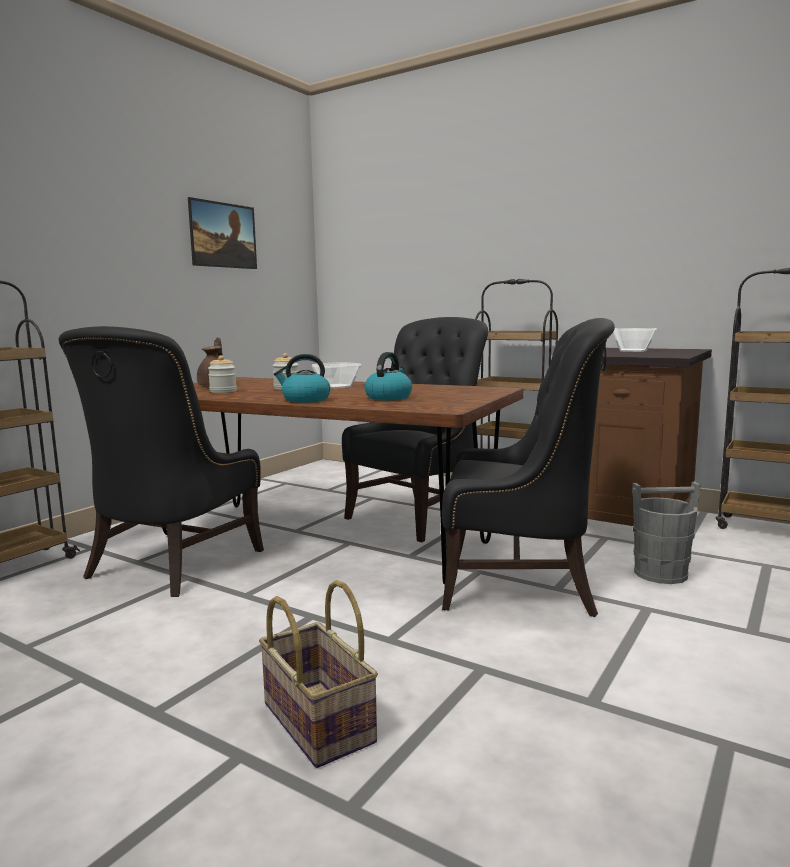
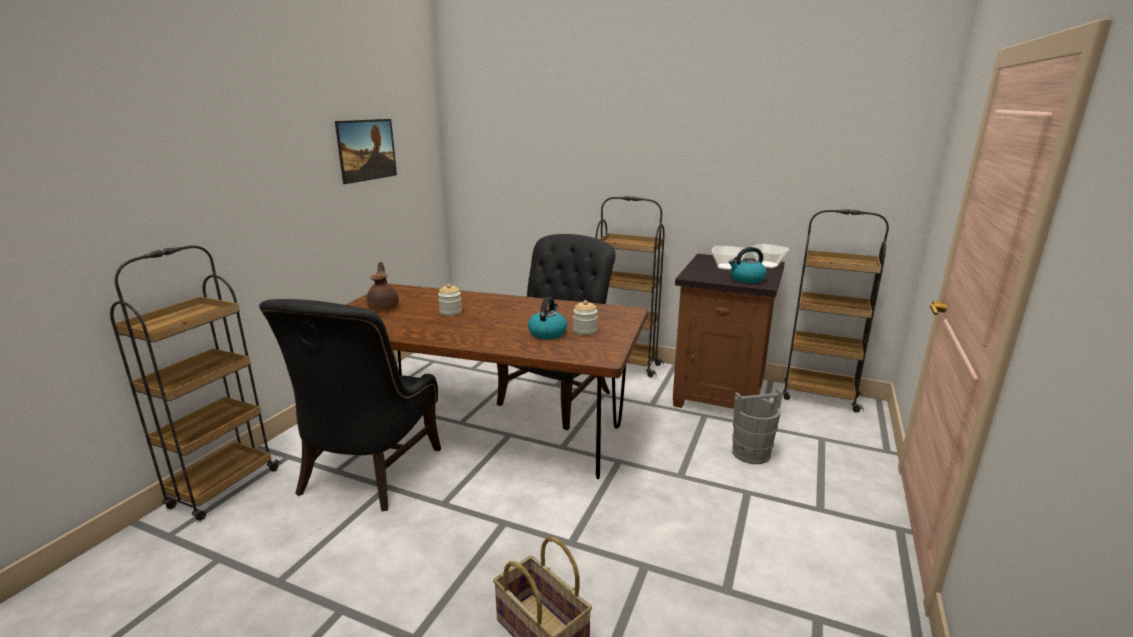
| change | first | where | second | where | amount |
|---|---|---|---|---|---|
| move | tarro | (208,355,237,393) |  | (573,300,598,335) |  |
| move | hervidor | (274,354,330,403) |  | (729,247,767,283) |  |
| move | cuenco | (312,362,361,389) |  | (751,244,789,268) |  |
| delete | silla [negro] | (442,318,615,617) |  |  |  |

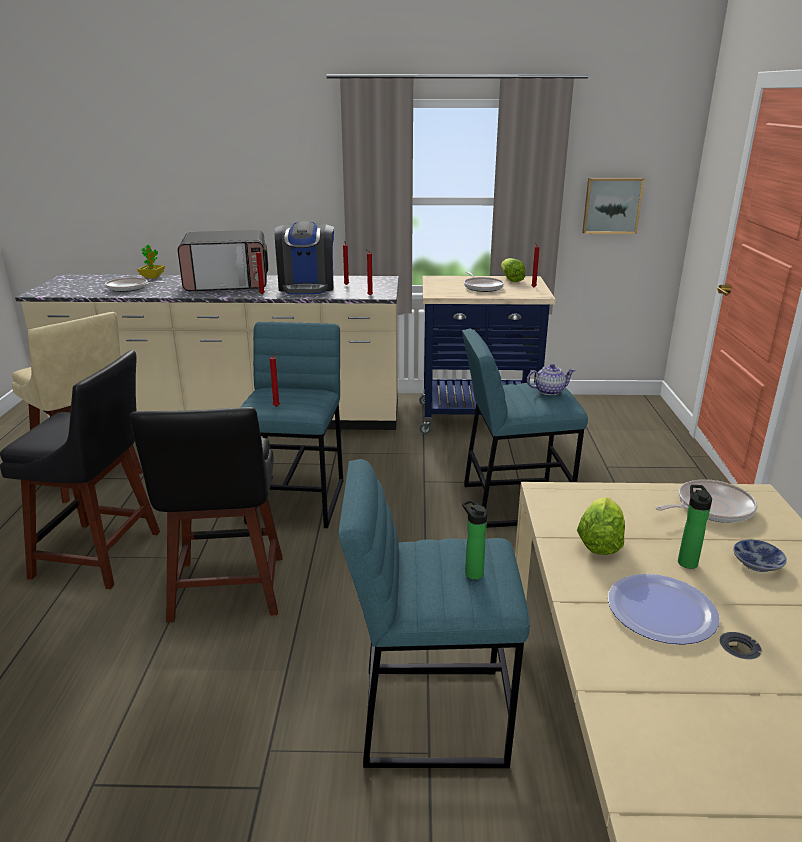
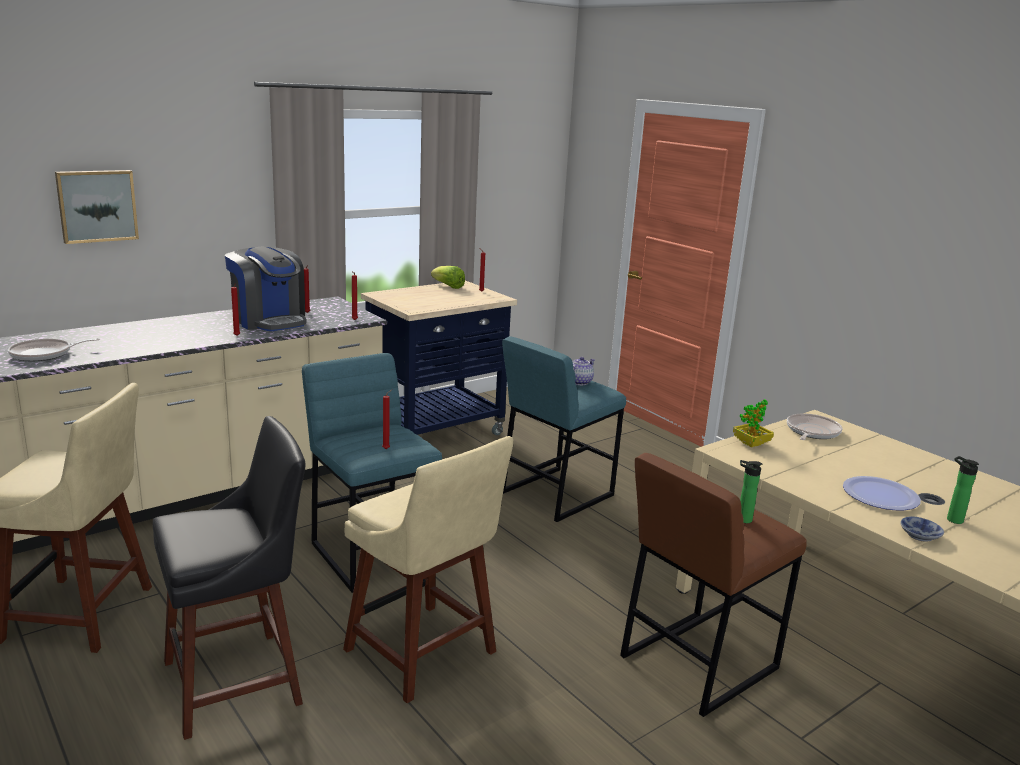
| change | first | where | second | where | amount |
|---|---|---|---|---|---|
| move | cuadro | (582,178,644,234) |  | (55,170,139,244) |  |
| recolor | silla [negro] | (129,407,283,623) | silla [beis] | (343,436,514,703) |  |
| recolor | taburete [azul] | (339,459,530,768) | taburete [marrón] | (620,453,807,717) |  |
| move | planta en maceta | (137,244,165,279) |  | (733,399,774,447) |  |
| move | cuenco | (733,539,787,572) |  | (900,516,944,542) |  |
| move | botella | (678,485,712,569) |  | (947,456,979,524) |  |
| delete | microondas | (178,230,268,291) |  |  |  |
| delete | sartén | (464,272,504,292) |  |  |  |
| delete | lechuga | (577,497,625,555) |  |  |  |

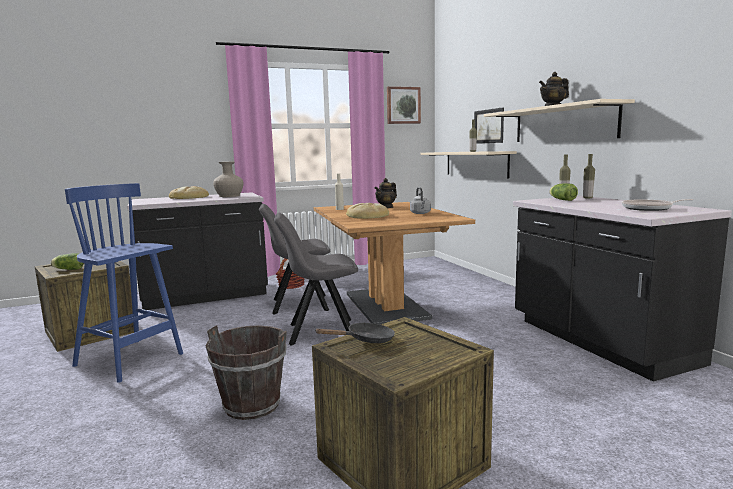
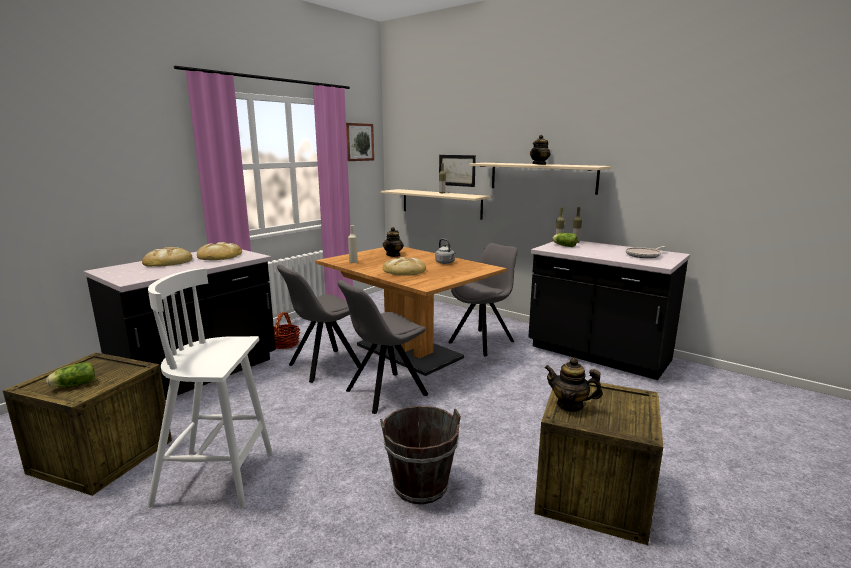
| change | first | where | second | where | amount |
|---|---|---|---|---|---|
| recolor | taburete [azul] | (65,183,183,383) | taburete [blanco] | (147,268,273,508) |  |
| replace | florero [beis] | (213,162,244,197) | pan | (197,242,242,260) |  |
| insert |  |  | silla [gris] | (449,243,517,357) |  |
| replace | sartén [negro] | (316,322,395,343) | tetera | (544,357,603,412) |  |

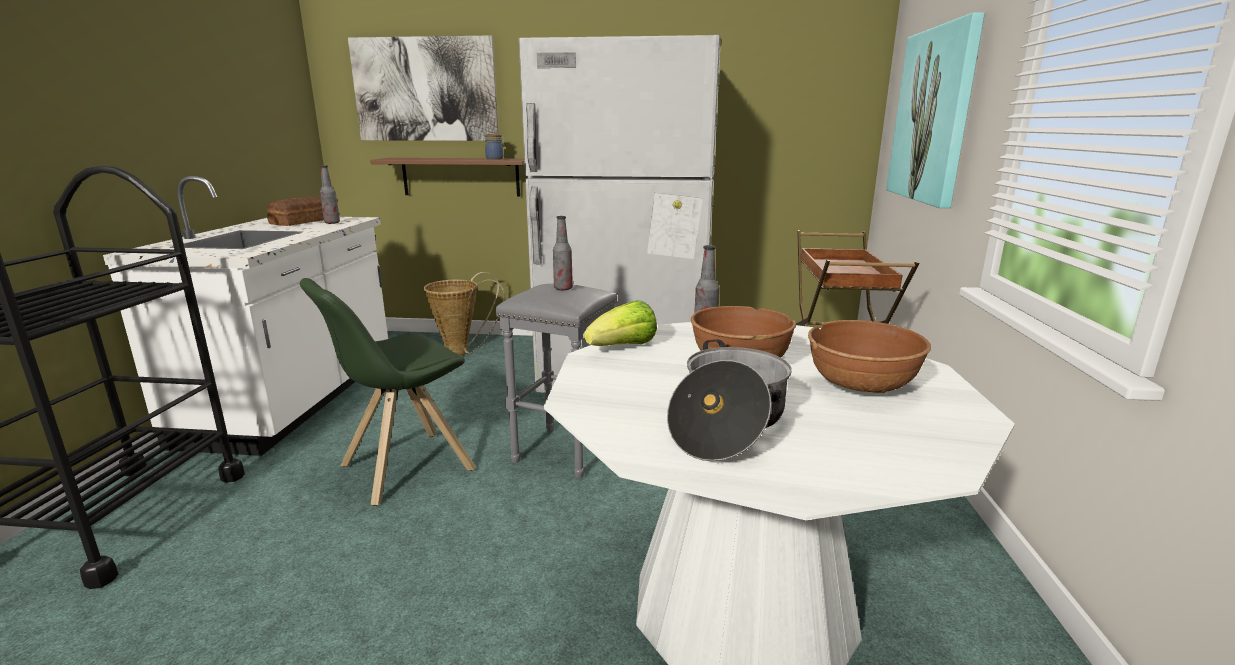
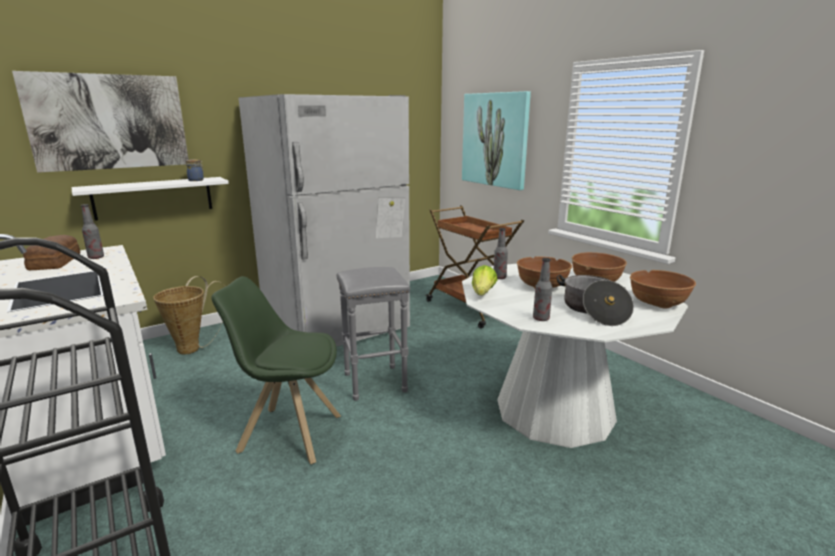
| change | first | where | second | where | amount |
|---|---|---|---|---|---|
| recolor | estante [marrón] | (370,158,525,197) | estante [blanco] | (72,177,229,221) |  |
| rotate | silla [verde] | (300,278,476,506) |  | (211,276,341,464) | 90 degrees clockwise |
| move | botella | (553,216,573,290) |  | (533,258,552,321) |  |
| insert |  |  | cuenco [marrón] | (630,270,696,309) |  |

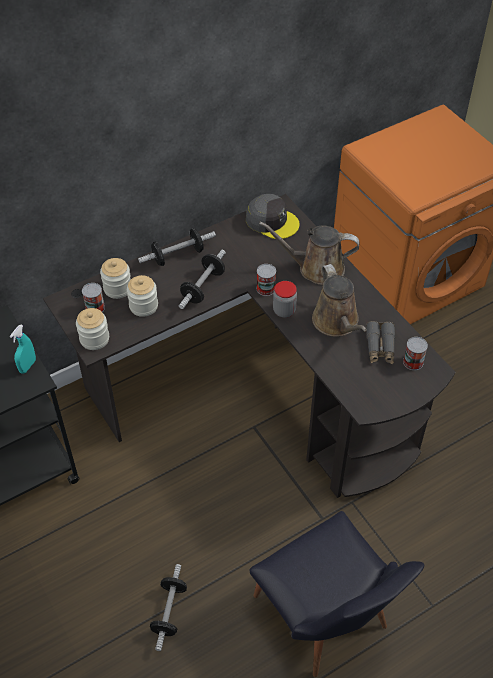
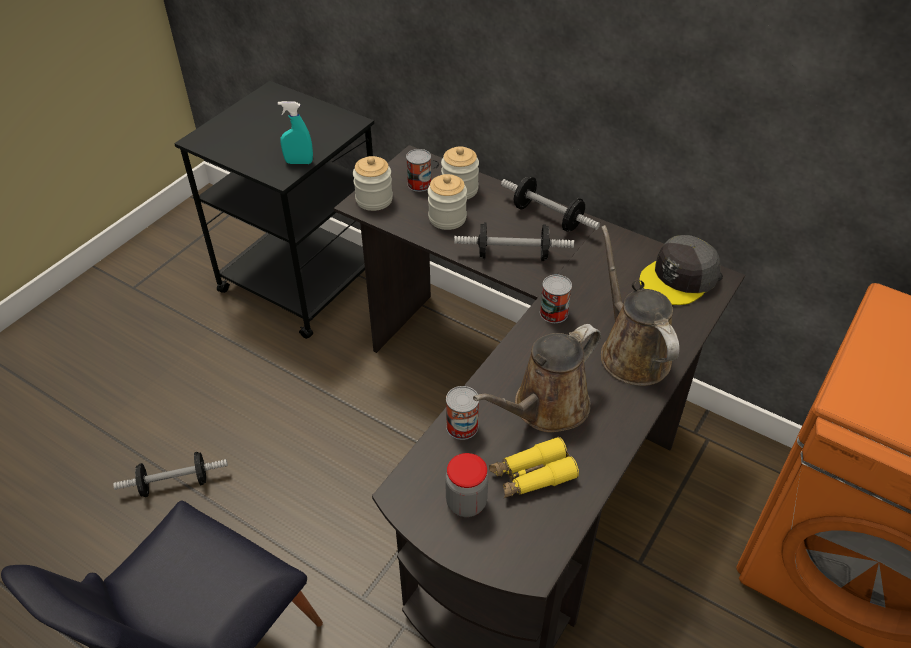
| change | first | where | second | where | amount |
|---|---|---|---|---|---|
| move | tarro | (273,281,297,317) |  | (445,453,488,517) |  |
| move | lata | (403,337,428,370) |  | (446,386,479,440) |  |
| recolor | prismáticos [gris] | (366,321,395,364) | prismáticos [amarillo] | (489,436,579,498) |  |
| rotate | gorra [gris] | (246,194,300,239) |  | (639,235,720,305) | 45 degrees clockwise |

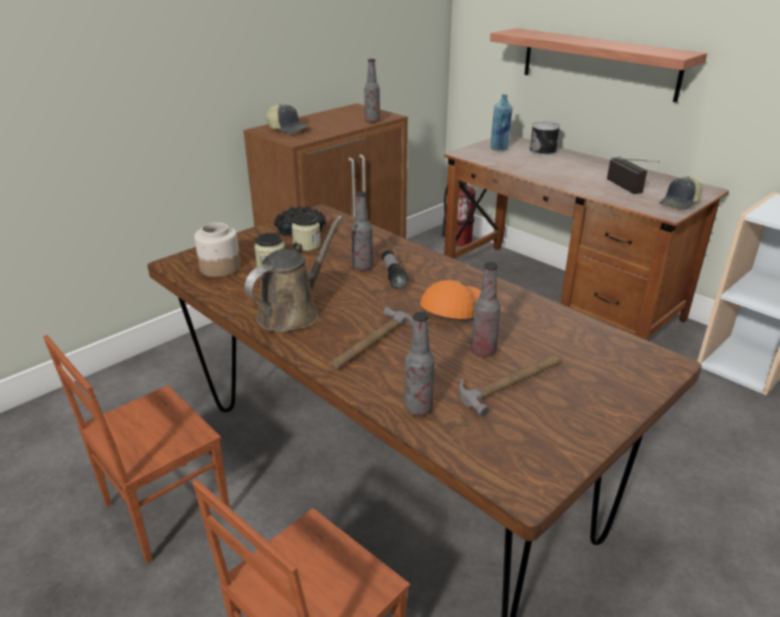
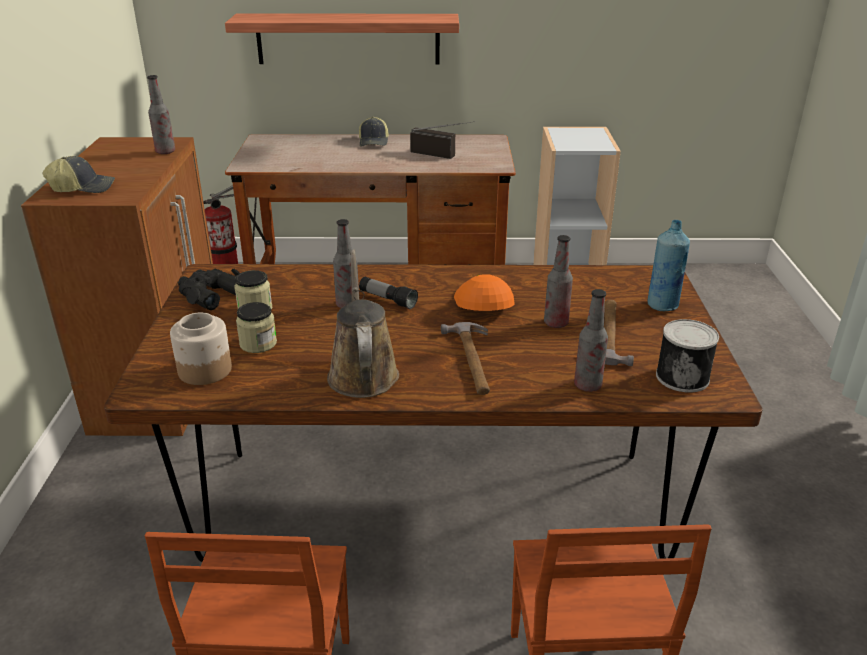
| change | first | where | second | where | amount |
|---|---|---|---|---|---|
| move | gorra | (659,176,702,210) |  | (359,117,389,147) |  |
| move | botella [azul] | (490,94,513,151) |  | (647,220,690,311) |  |
| move | lata | (530,121,560,156) |  | (656,319,719,393) |  |

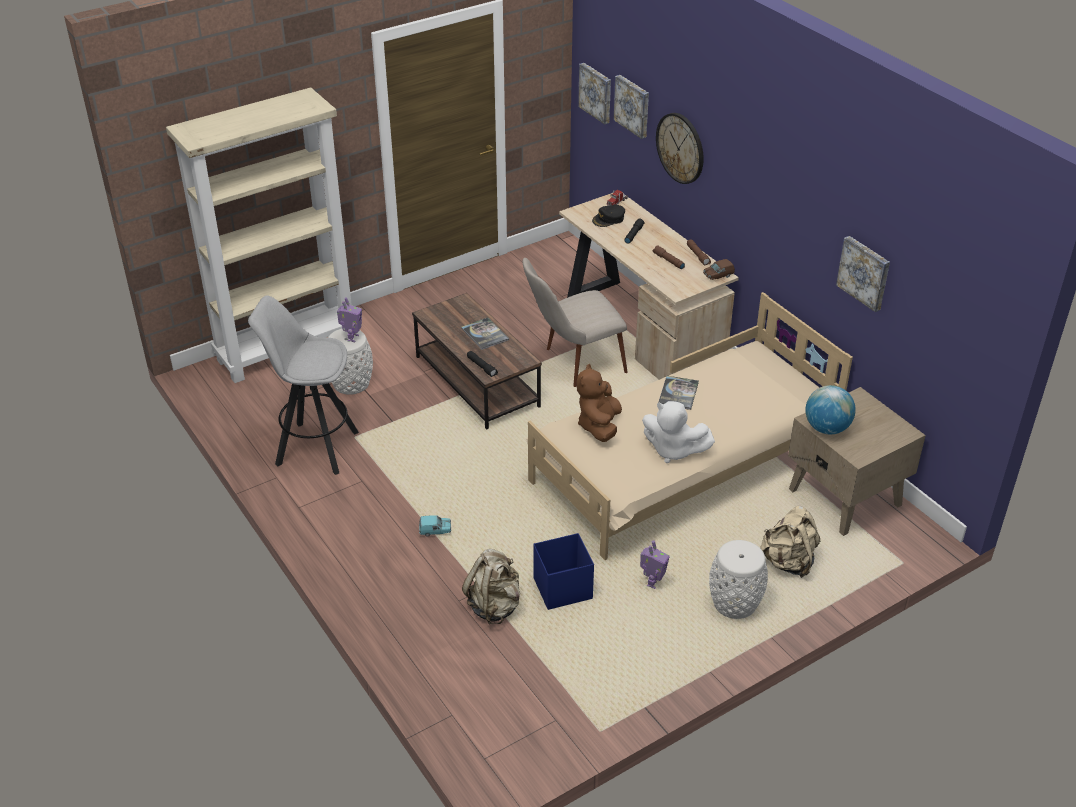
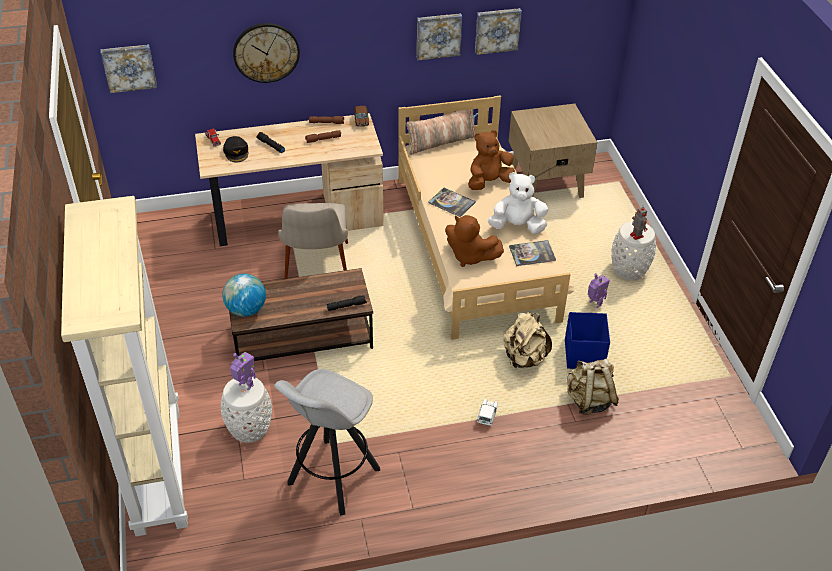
| change | first | where | second | where | amount |
|---|---|---|---|---|---|
| move | globo terráqueo | (805,385,856,434) |  | (222,274,266,317) |  |
| insert |  |  | cojín | (406,109,476,155) |  |
| move | cuadro | (614,75,649,139) |  | (417,13,462,60) |  |
| insert |  |  | peluche [marrón] | (468,130,515,190) |  |
| recolor | coche de juguete [turquesa] | (419,515,451,537) | coche de juguete [blanco] | (477,399,498,426) |  |
| rotate | peluche [blanco] | (642,401,715,463) |  | (488,172,548,234) | 135 degrees counterclockwise |
| move | mochila [beis] | (760,506,820,578) |  | (503,312,552,368) |  |
| move | libro | (461,317,509,350) |  | (509,240,556,266) |  |
| insert |  |  | robot de juguete | (630,206,647,240) |  |

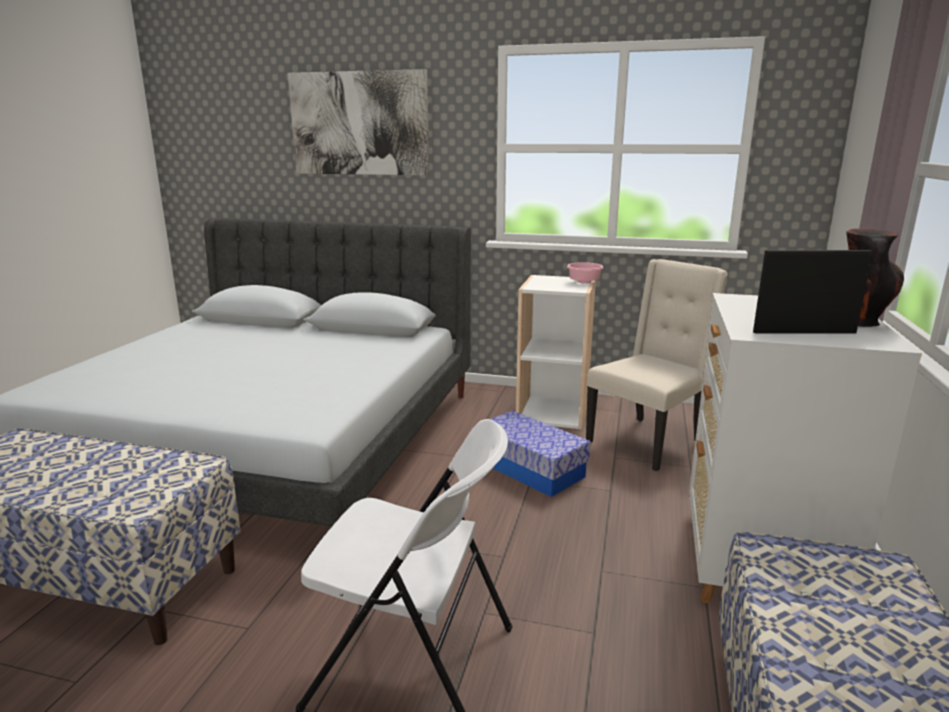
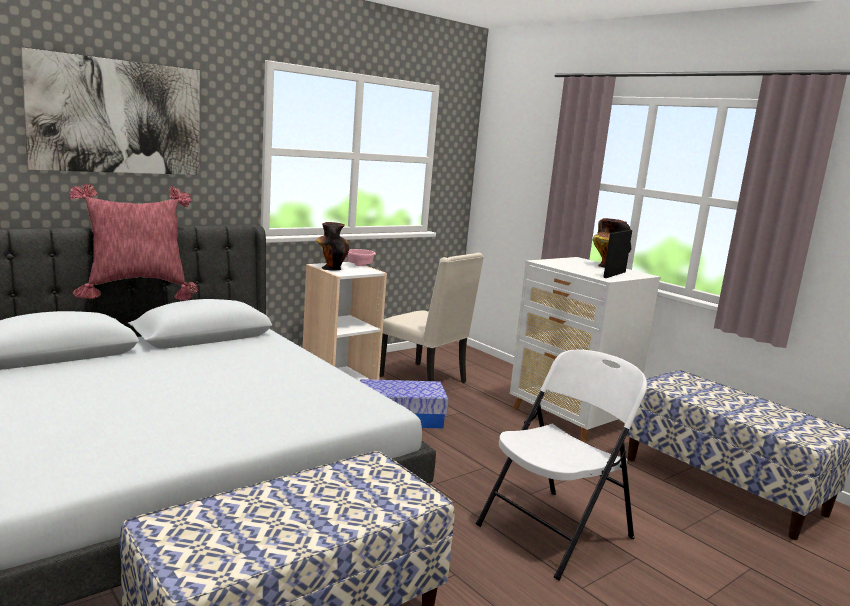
| change | first | where | second | where | amount |
|---|---|---|---|---|---|
| insert |  |  | cojín [rojo] | (69,184,198,301) |  |
| insert |  |  | florero | (316,222,349,271) |  |
| rotate | silla [beis] | (586,259,728,471) |  | (379,253,484,383) | 135 degrees clockwise |

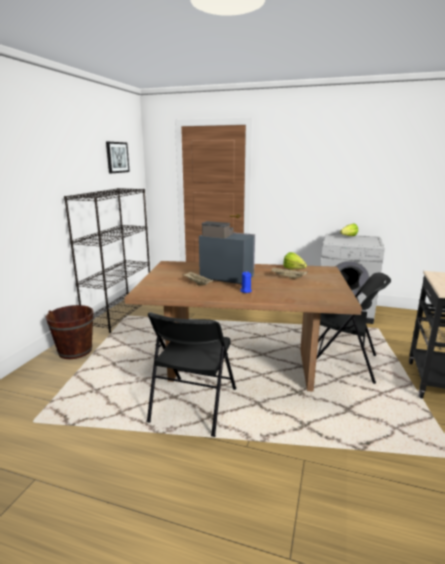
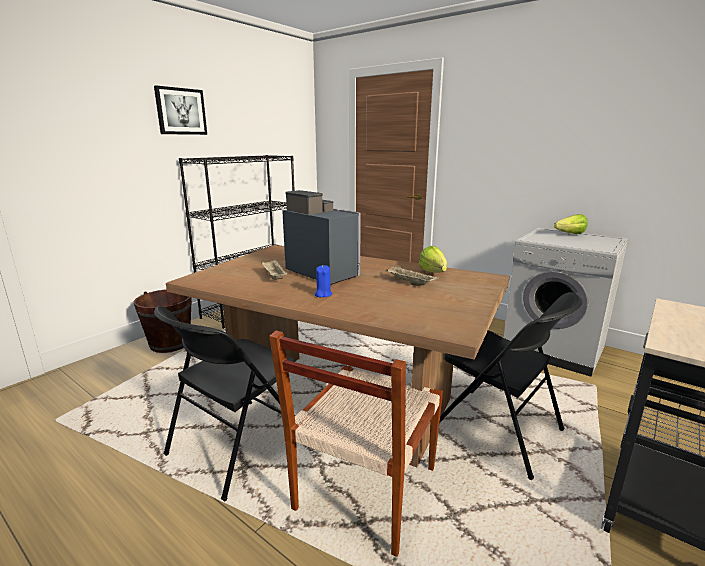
| change | first | where | second | where | amount |
|---|---|---|---|---|---|
| move | cuadro | (106,142,130,173) |  | (154,85,207,135) |  |
| insert |  |  | silla | (269,331,443,557) |  |

